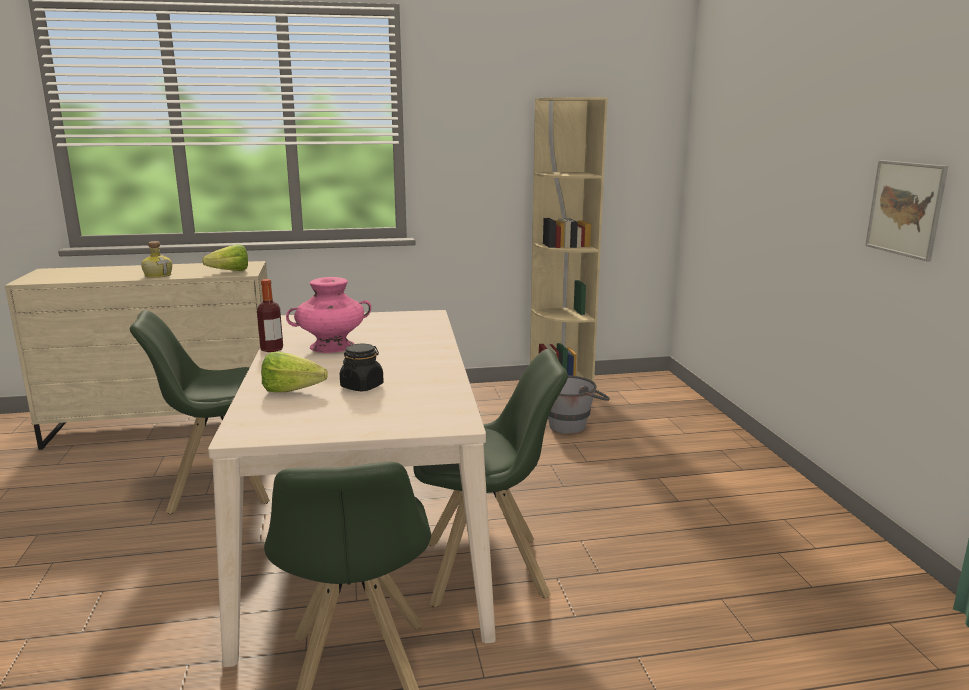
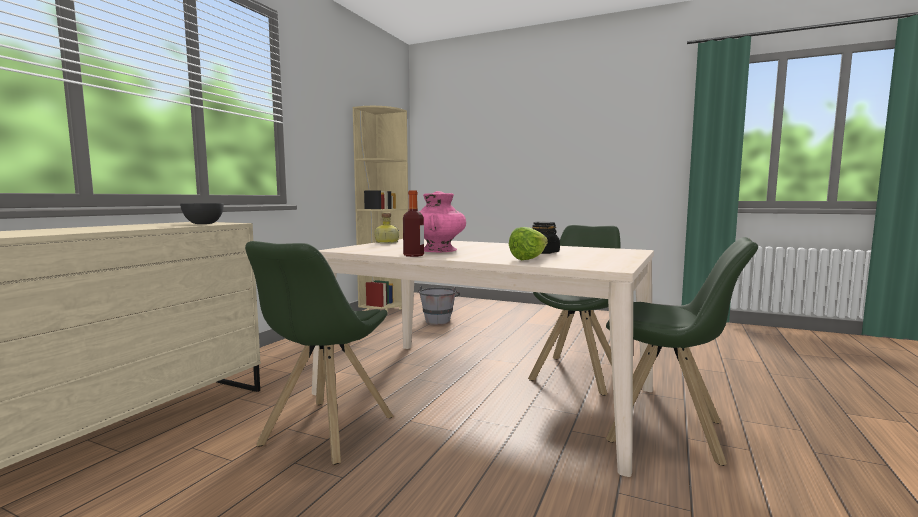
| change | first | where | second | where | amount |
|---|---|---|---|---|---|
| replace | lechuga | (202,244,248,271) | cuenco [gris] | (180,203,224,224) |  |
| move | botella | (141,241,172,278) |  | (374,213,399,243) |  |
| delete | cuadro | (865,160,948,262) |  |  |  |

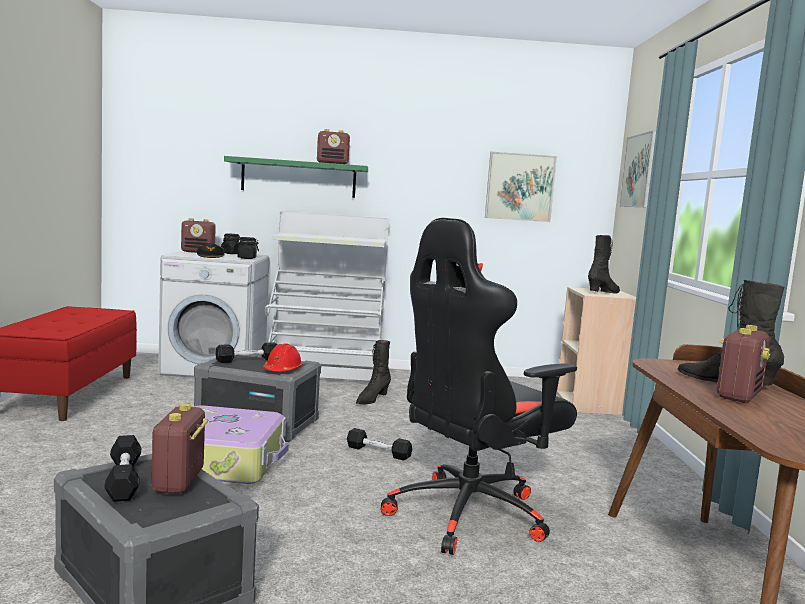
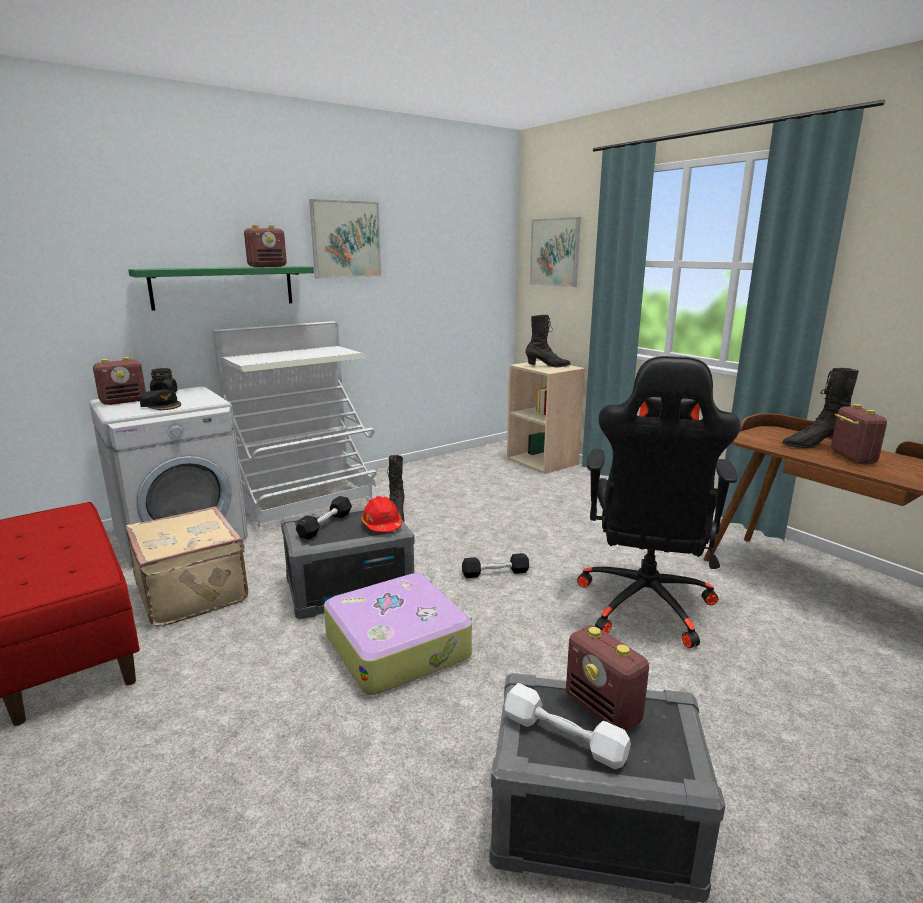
| change | first | where | second | where | amount |
|---|---|---|---|---|---|
| insert |  |  | maleta [beis] | (126,506,248,627) |  |
| move | cuadro | (485,152,557,222) |  | (309,199,382,278) |  |
| recolor | mancuerna [negro] | (104,435,141,502) | mancuerna [blanco] | (505,683,631,769) |  |
| rotate | bota [negro] | (588,235,620,294) |  | (525,315,570,367) | 75 degrees clockwise |
| delete | tarro [negro] | (235,237,259,259) |  |  |  |

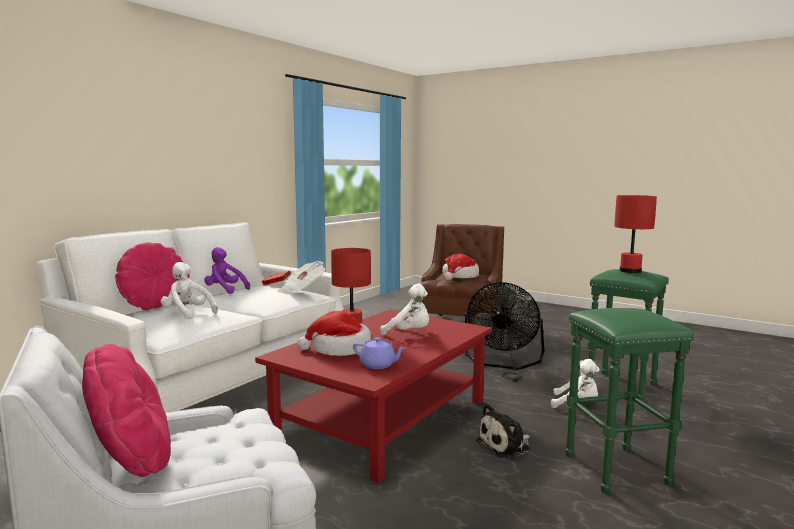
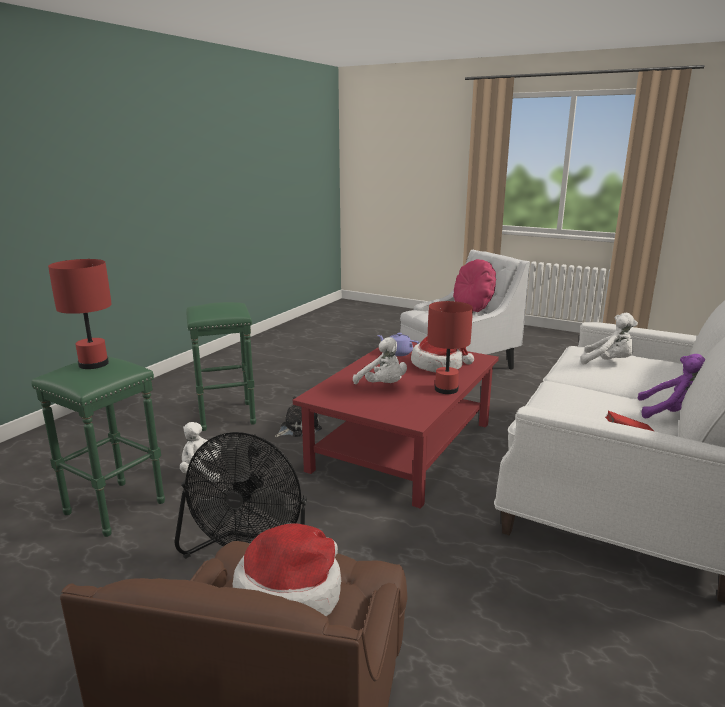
| change | first | where | second | where | amount |
|---|---|---|---|---|---|
| rotate | peluche [blanco] | (380,283,429,335) |  | (353,337,407,384) | 150 degrees counterclockwise |
| delete | cojín [rosa] | (115,242,190,310) |  |  |  |
| delete | periódico | (277,261,325,293) |  |  |  |

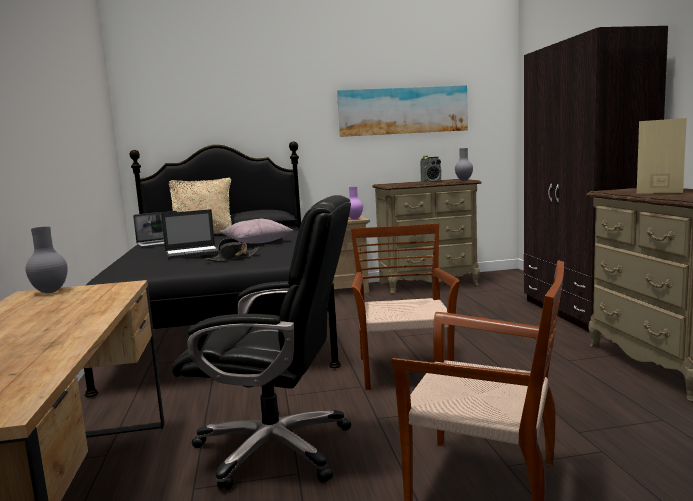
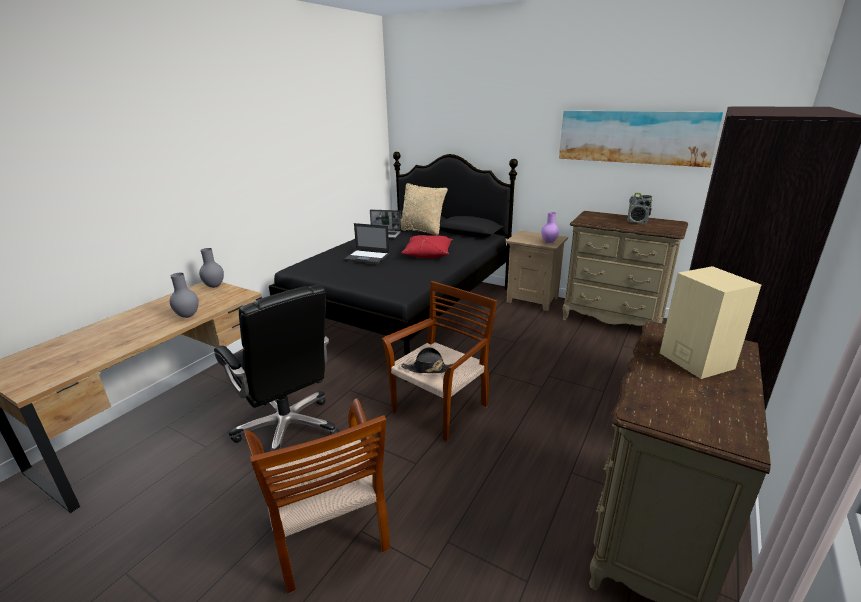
| change | first | where | second | where | amount |
|---|---|---|---|---|---|
| move | florero [gris] | (455,148,473,180) |  | (170,273,199,318) |  |
| recolor | cojín [morado] | (220,219,293,244) | cojín [rojo] | (401,235,453,258) |  |
| move | sombrero [negro] | (205,238,259,261) |  | (401,347,453,373) |  |

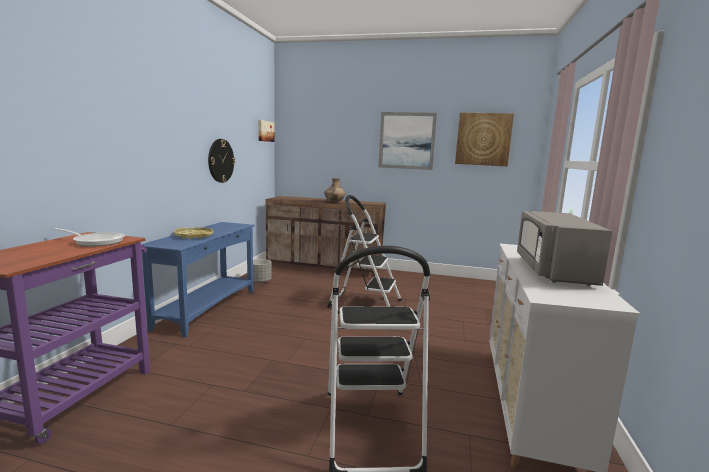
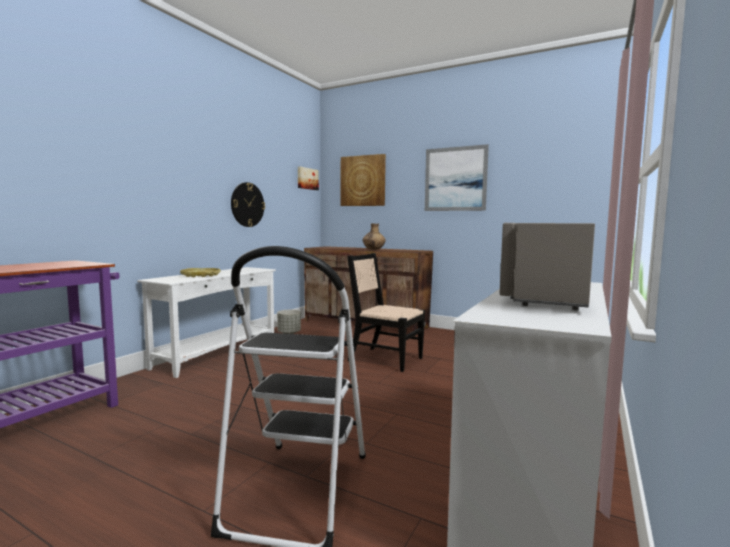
| change | first | where | second | where | amount |
|---|---|---|---|---|---|
| recolor | mesa consola [azul] | (141,222,255,337) | mesa consola [blanco] | (137,267,276,378) |  |
| move | cuadro | (455,112,514,166) |  | (340,154,386,206) |  |
| replace | escalera de tijera | (327,195,402,308) | silla | (347,253,425,372) |  |
| delete | sartén | (55,228,125,246) |  |  |  |

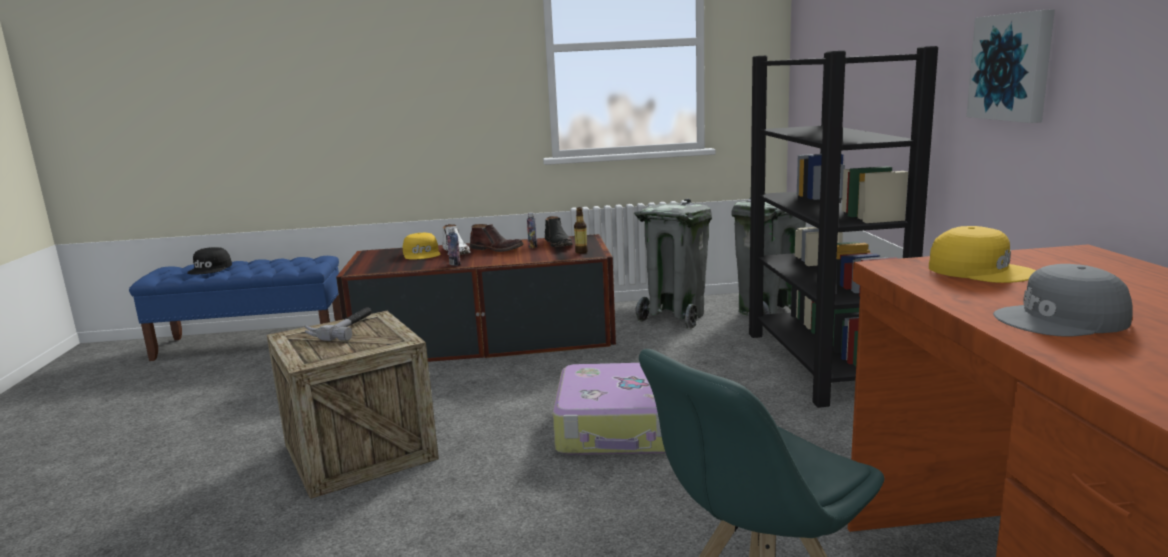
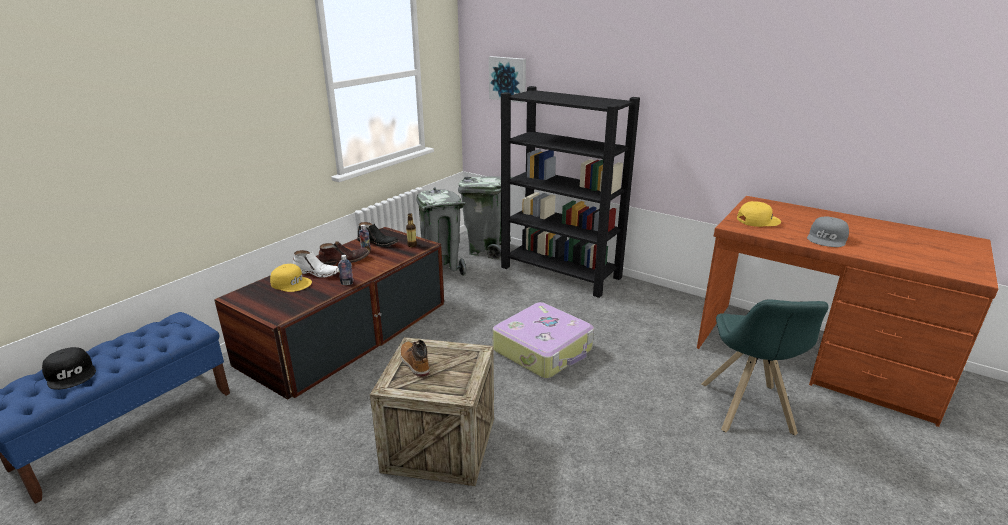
| change | first | where | second | where | amount |
|---|---|---|---|---|---|
| replace | martillo | (304,307,372,341) | bota | (400,340,430,377) |  |
| move | cuadro | (966,9,1055,123) |  | (489,56,526,103) |  |

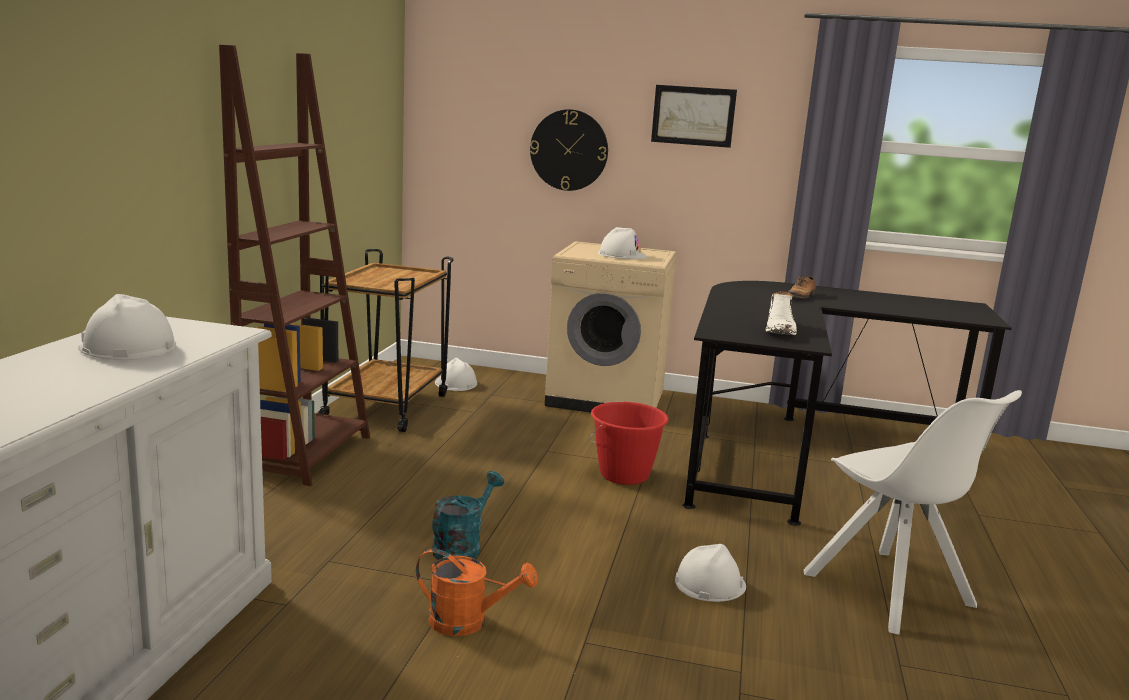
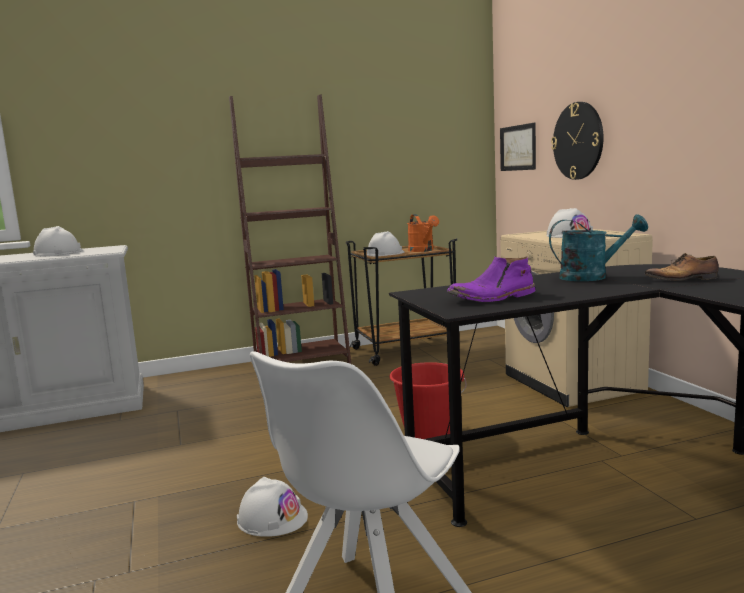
| change | first | where | second | where | amount |
|---|---|---|---|---|---|
| move | casco [blanco] | (435,358,477,391) |  | (367,231,404,256) |  |
| move | regadera [naranja] | (416,548,538,636) |  | (407,214,439,252) |  |
| recolor | bota [blanco] | (766,291,797,335) | bota [morado] | (447,256,535,302) |  |
| move | cuadro | (651,85,737,148) |  | (500,123,536,171) |  |
| move | regadera [turquesa] | (432,471,504,560) |  | (549,214,648,281) |  |

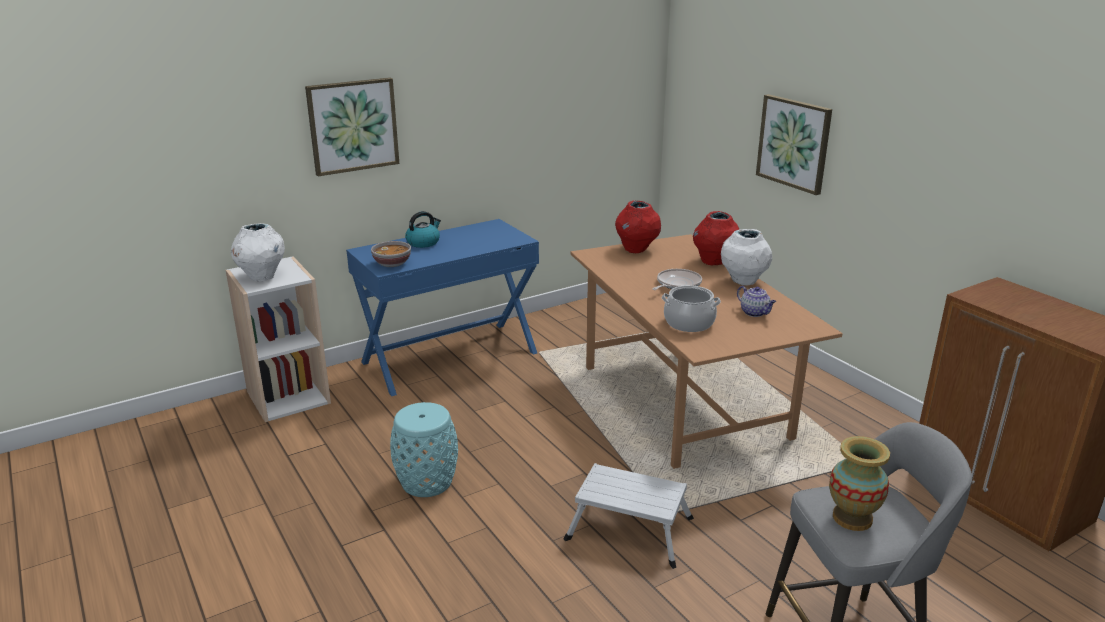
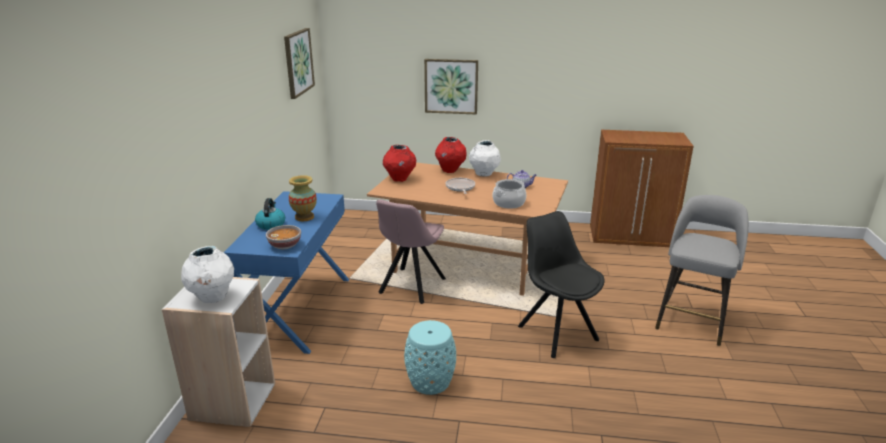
| change | first | where | second | where | amount |
|---|---|---|---|---|---|
| move | cuadro | (305,77,399,176) |  | (284,28,315,99) |  |
| move | florero | (829,436,890,531) |  | (289,175,317,221) |  |
| insert |  |  | silla [rosa] | (376,199,446,304) |  |
| replace | escalera de tijera [blanco] | (564,463,694,569) | silla [negro] | (518,211,605,358) |  |

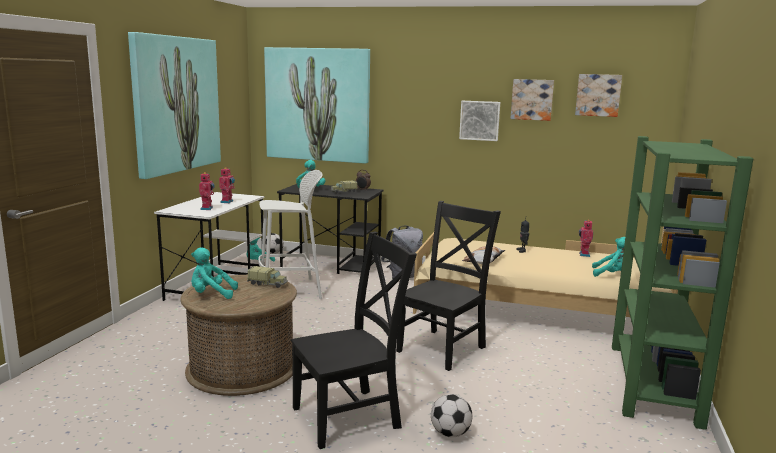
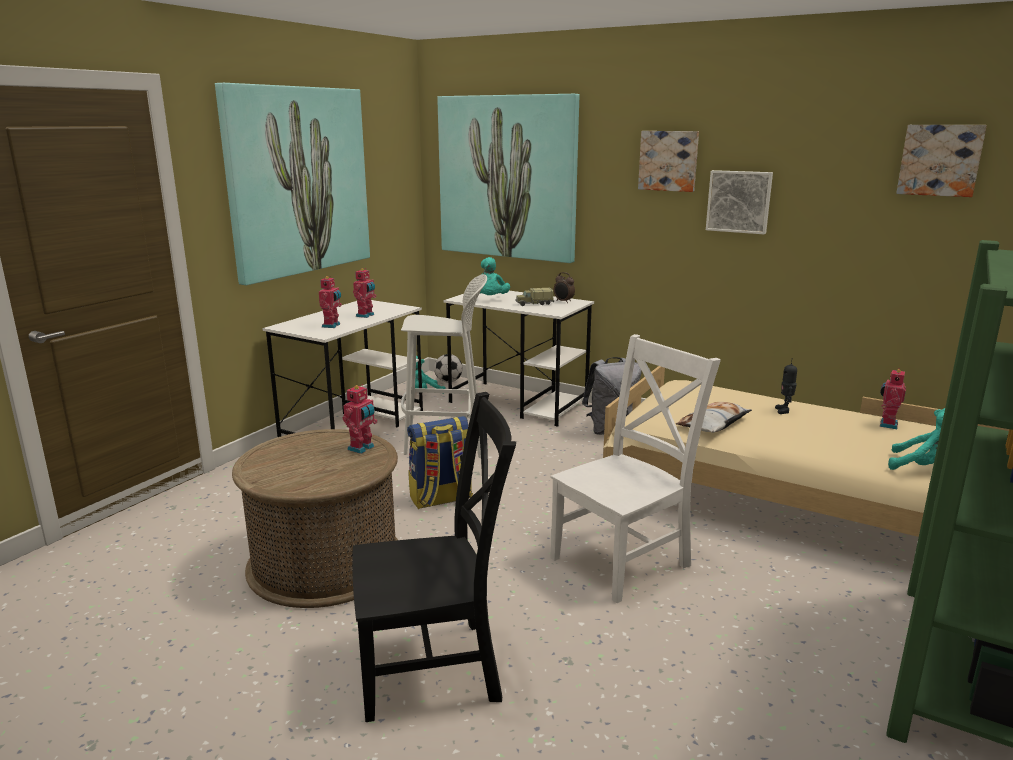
| change | first | where | second | where | amount |
|---|---|---|---|---|---|
| replace | camión de juguete | (247,266,288,288) | robot de juguete | (343,384,377,454) |  |
| insert |  |  | mochila | (407,416,473,509) |  |
| recolor | escritorio [negro] | (277,184,383,274) | escritorio [blanco] | (444,291,594,427) |  |
| recolor | silla [negro] | (396,201,501,371) | silla [blanco] | (550,334,721,603) |  |
| move | cuadro | (510,79,554,121) |  | (638,131,699,192) |  |
| delete | peluche [turquesa] | (191,247,238,299) |  |  |  |
| delete | balón de fútbol | (431,394,472,438) |  |  |  |

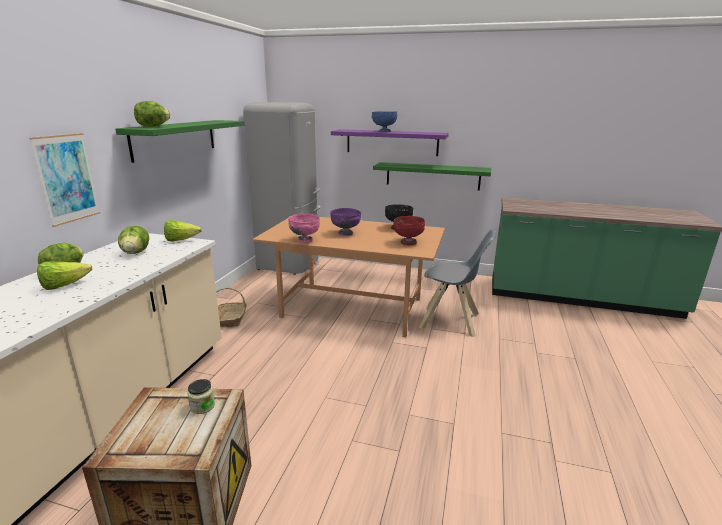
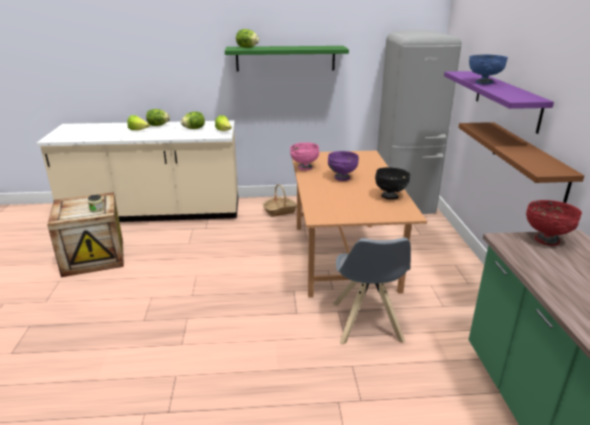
| change | first | where | second | where | amount |
|---|---|---|---|---|---|
| recolor | estante [verde] | (373,162,491,191) | estante [marrón] | (458,122,585,203) |  |
| move | cuenco [rojo] | (393,216,425,245) |  | (526,200,582,246) |  |
| delete | cuadro | (30,133,100,227) |  |  |  |

